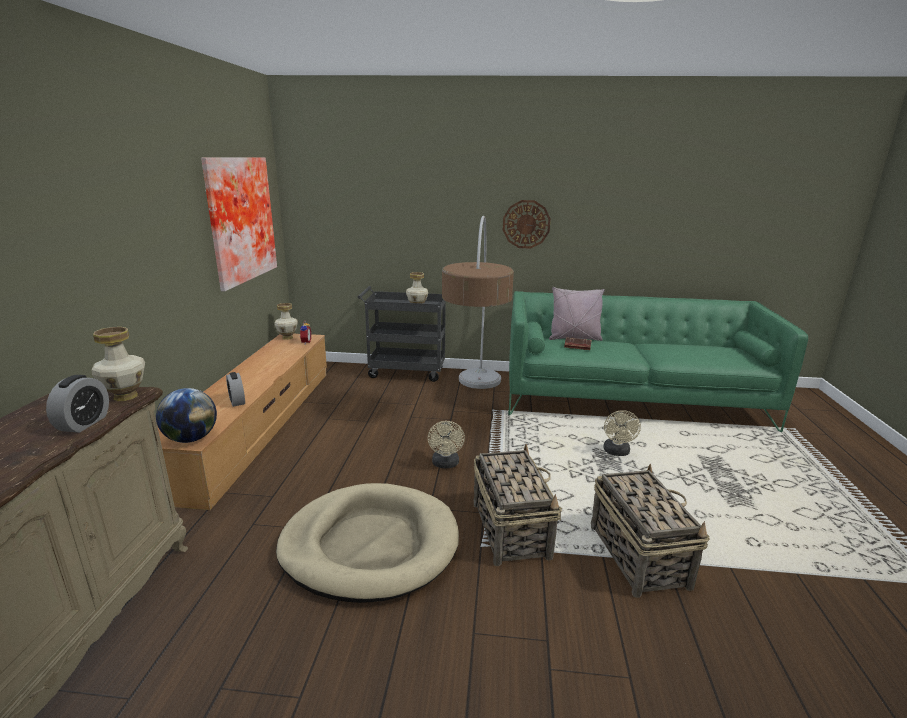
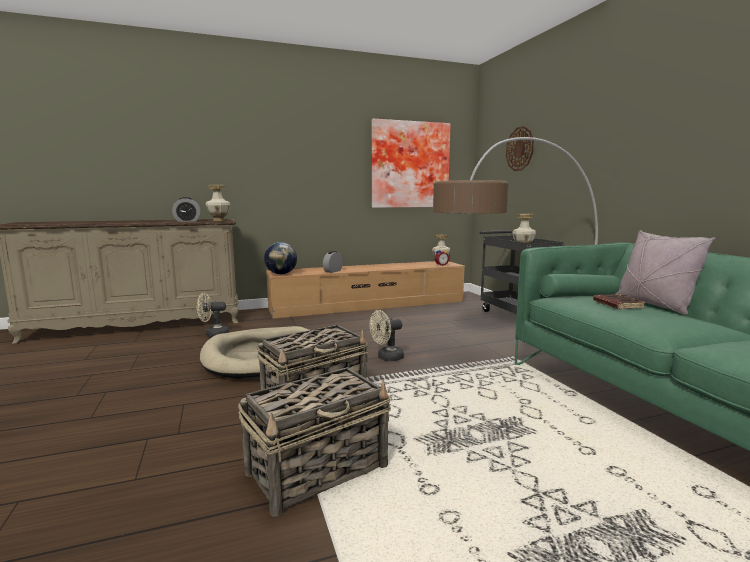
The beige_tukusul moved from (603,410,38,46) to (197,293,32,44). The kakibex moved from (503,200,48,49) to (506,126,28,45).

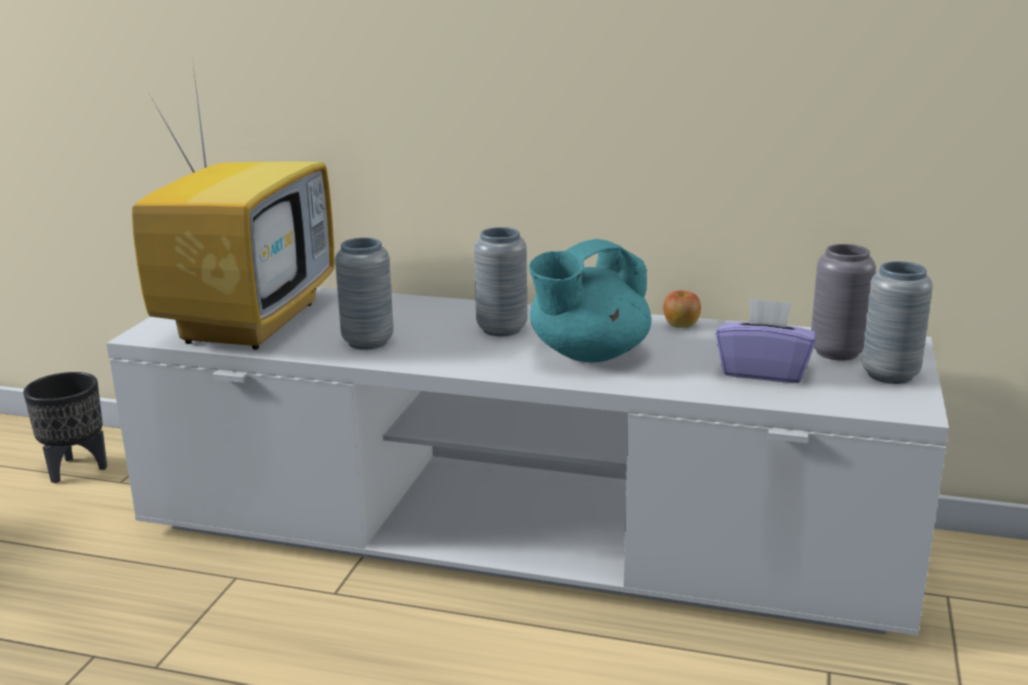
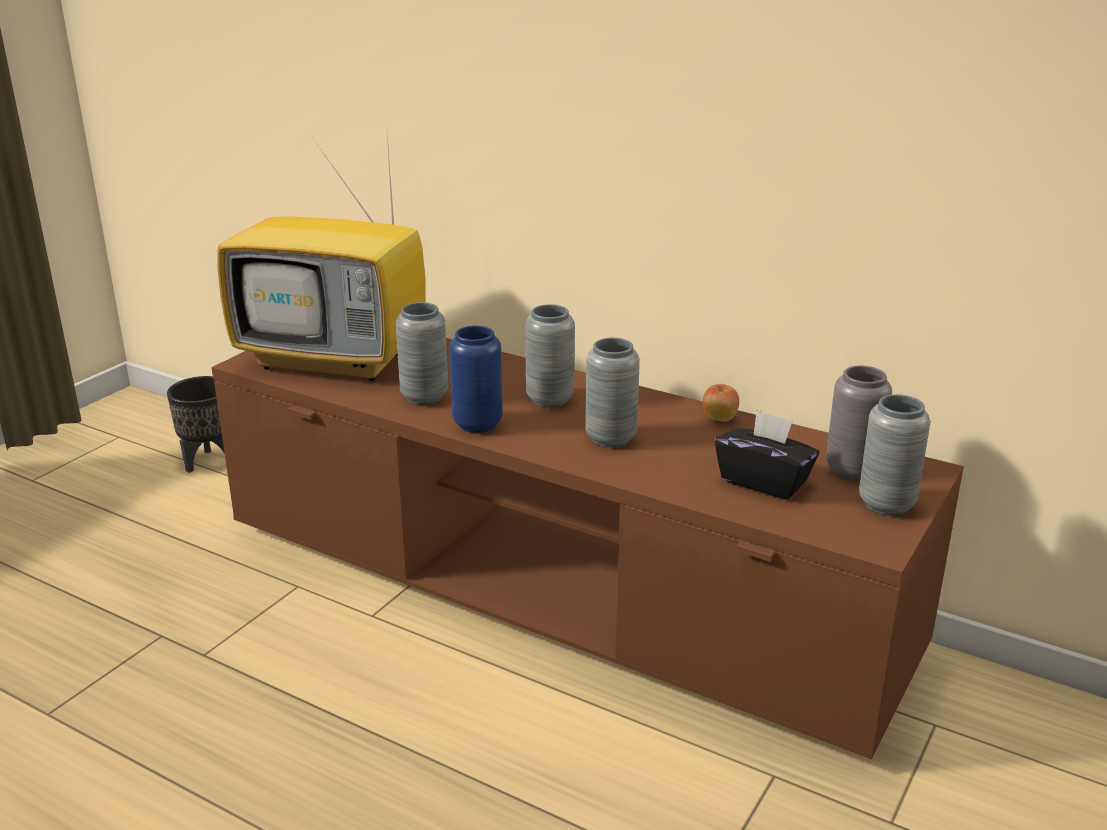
The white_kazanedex at (106,287,843,349) became the brown_kazanedex at (212,338,752,421). The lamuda at (132,58,202,292) turned 75 degrees clockwise. The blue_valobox at (449,326,54,107) appeared. The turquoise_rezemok at (529,239,122,124) was replaced by the grey_valobox at (585,338,55,109). The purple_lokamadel at (716,298,100,85) became the black_lokamadel at (715,410,104,90).

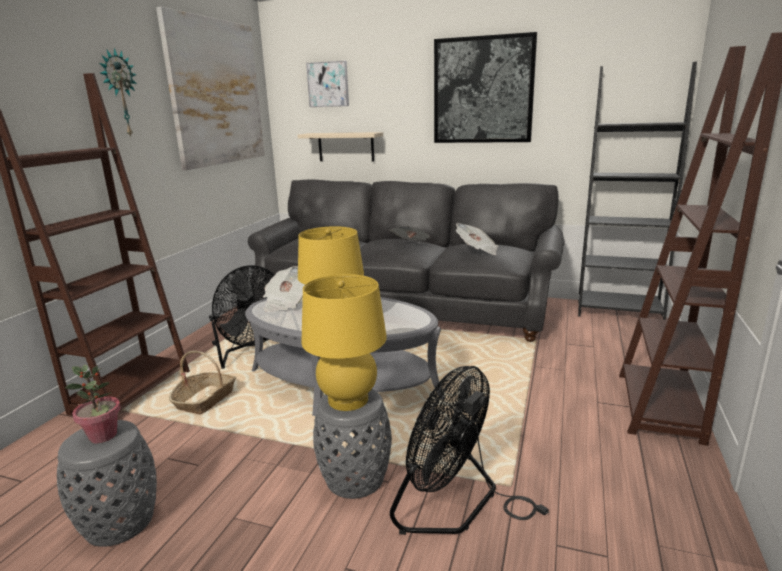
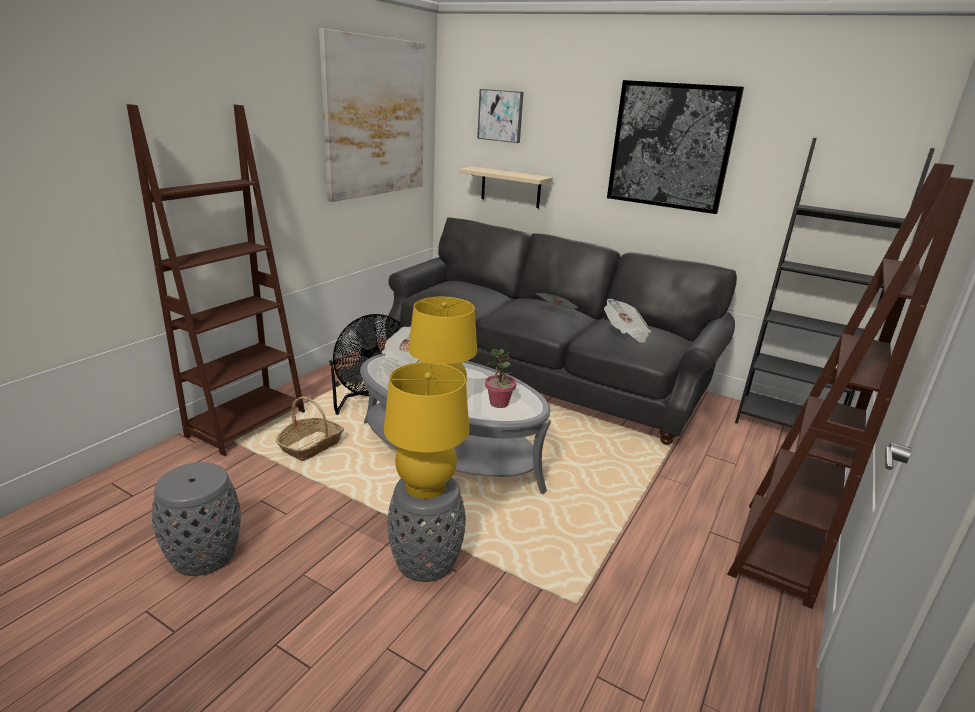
The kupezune moved from (65,364,56,79) to (485,349,31,59). The kakibex at (99,48,38,90) disappeared. The black_tukusul at (390,366,160,169) disappeared.

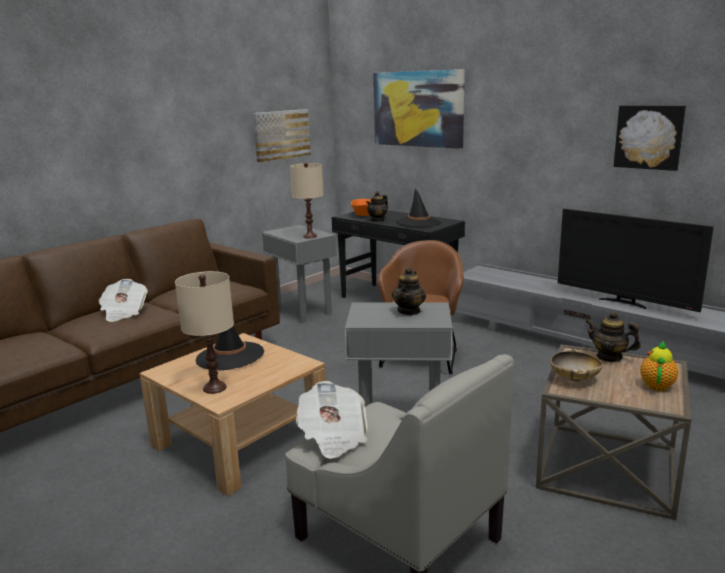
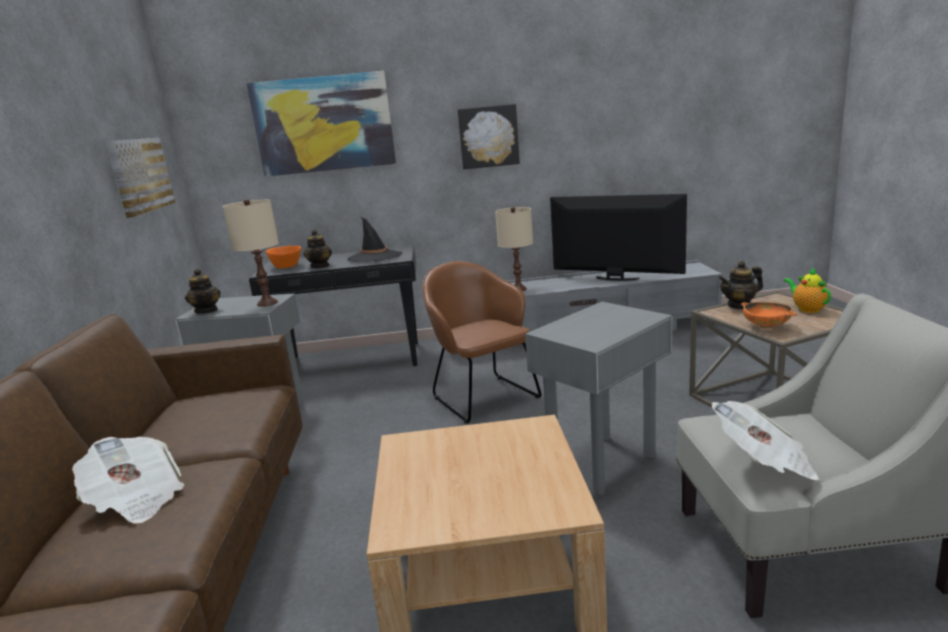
The rezemok moved from (392,267,34,48) to (185,269,36,45). The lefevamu moved from (614,105,72,66) to (458,104,62,65). The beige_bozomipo moved from (175,271,59,123) to (495,207,38,84). The lamuda at (558,209,156,103) turned 150 degrees counterclockwise. The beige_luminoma at (550,349,53,32) became the orange_luminoma at (741,302,56,26). The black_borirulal at (196,326,68,44) disappeared.

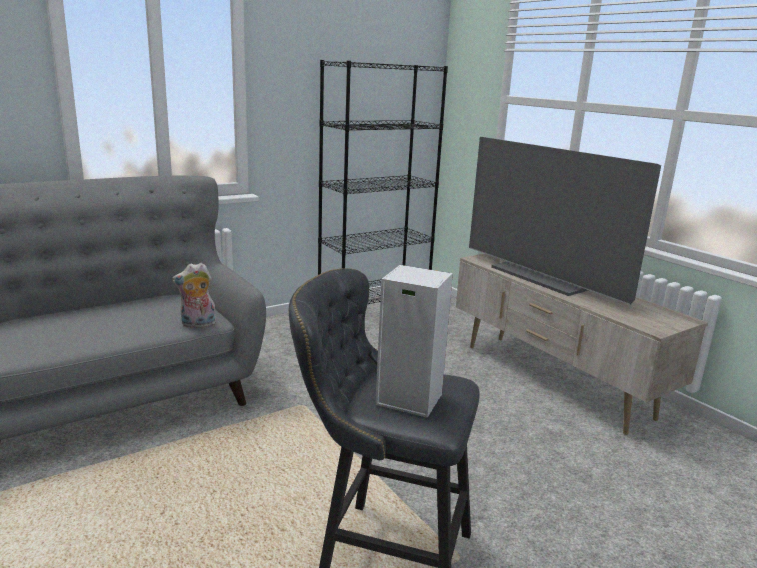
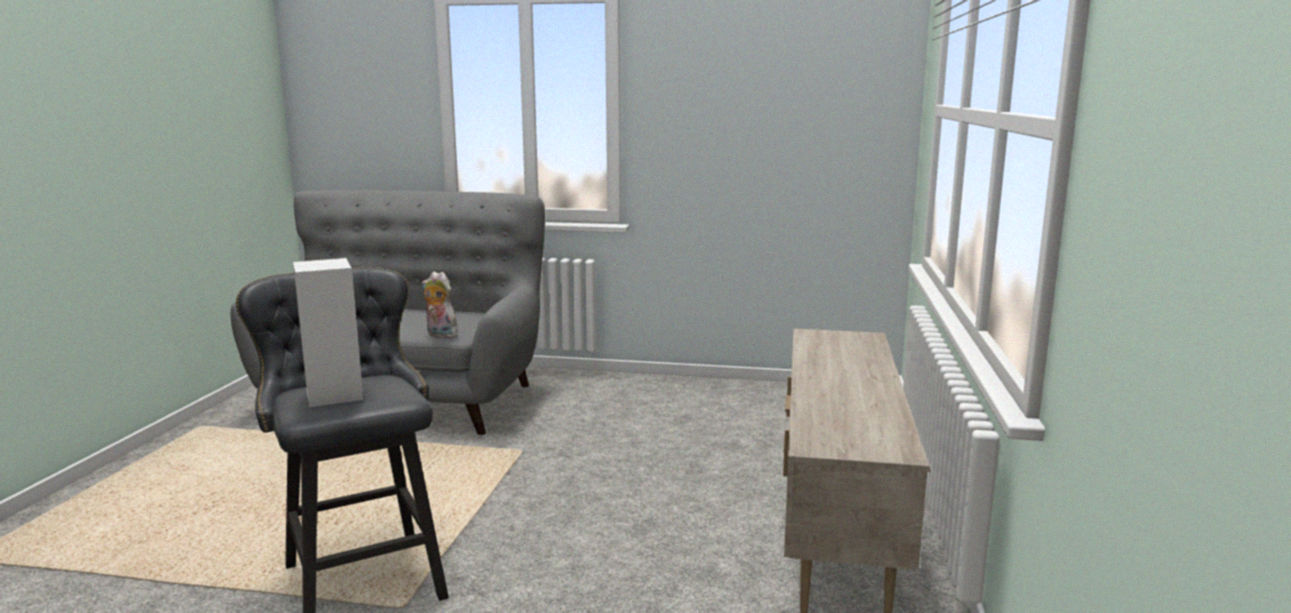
The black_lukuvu at (318,60,130,244) disappeared. The lamuda at (469,137,192,168) disappeared.

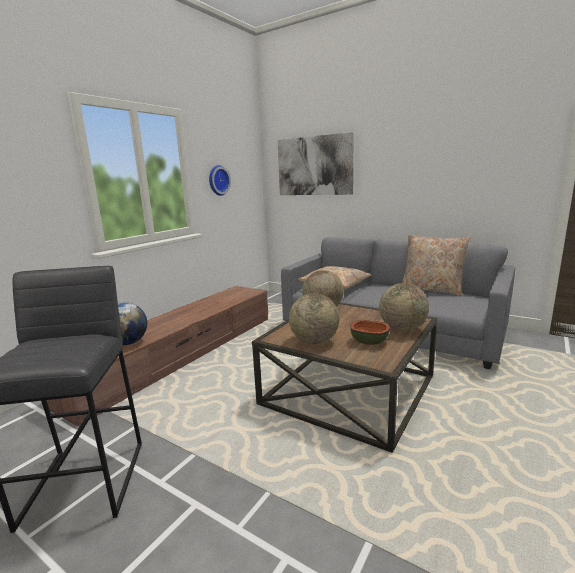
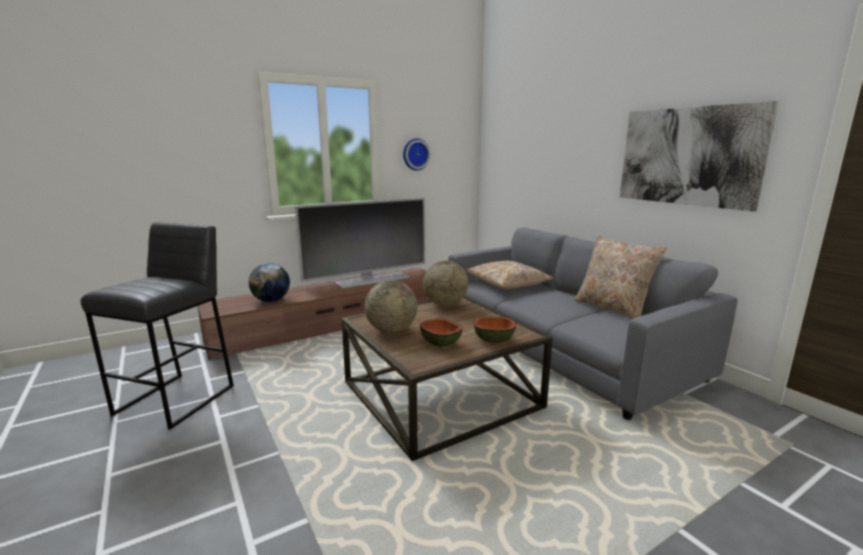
The lamuda at (295,198,130,91) appeared. The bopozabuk at (379,283,50,48) was replaced by the luminoma at (474,317,42,26). The lefevamu moved from (277,132,77,63) to (620,101,159,111).

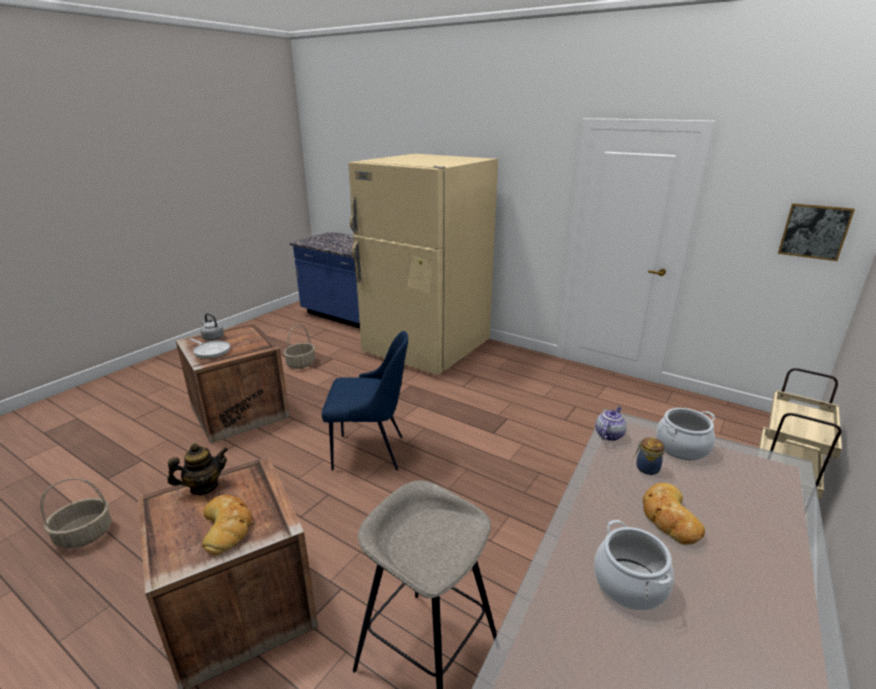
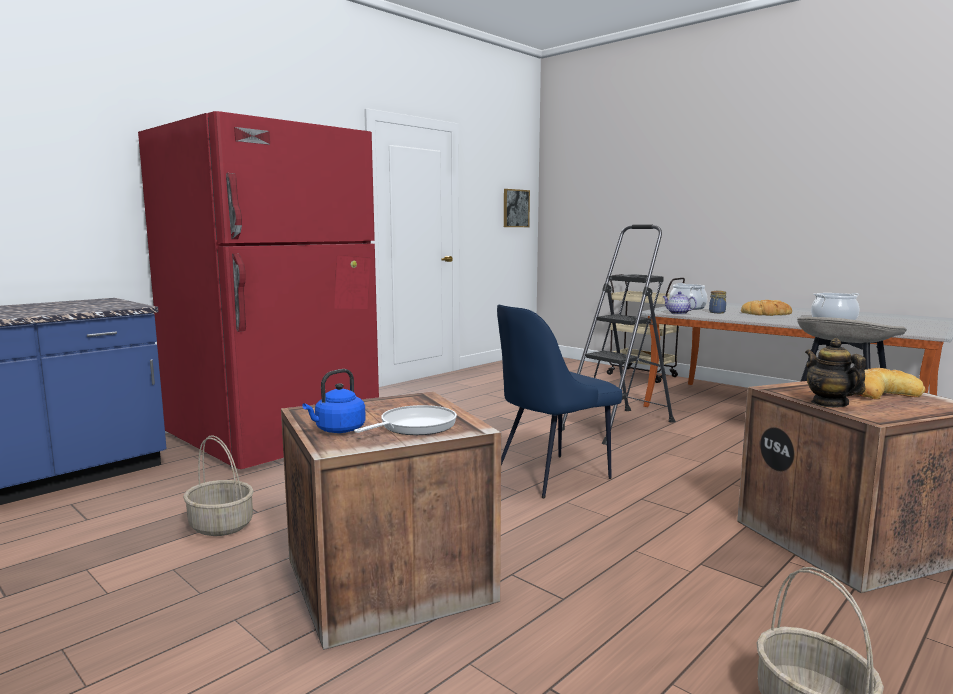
The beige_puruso at (348,154,150,221) became the red_puruso at (138,111,241,358). The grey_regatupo at (200,313,24,28) became the blue_regatupo at (302,369,64,64). The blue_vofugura at (322,331,86,140) turned 135 degrees counterclockwise. The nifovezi at (557,224,119,221) appeared.

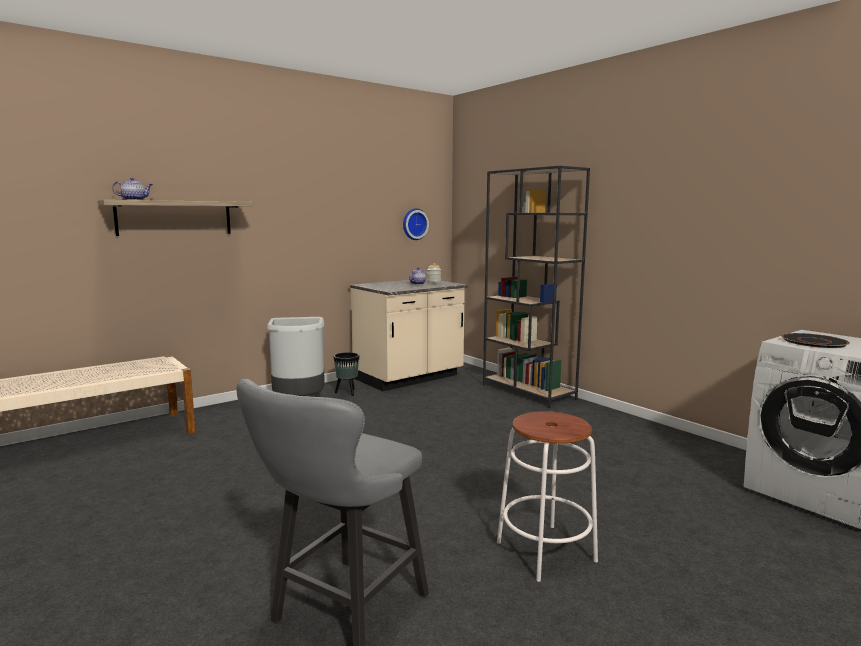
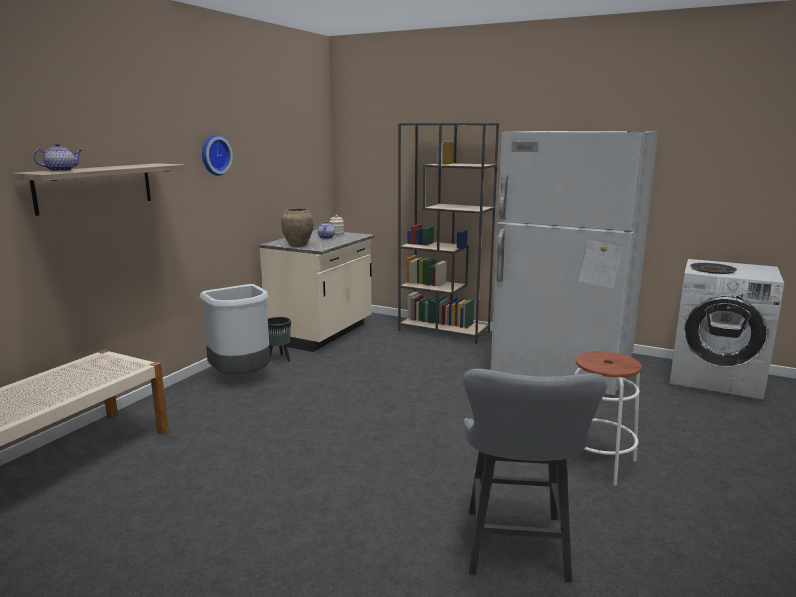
The kakibex moved from (403,209,26,31) to (202,134,31,42). The brown_valobox at (281,208,33,39) appeared. The white_puruso at (490,131,168,264) appeared.

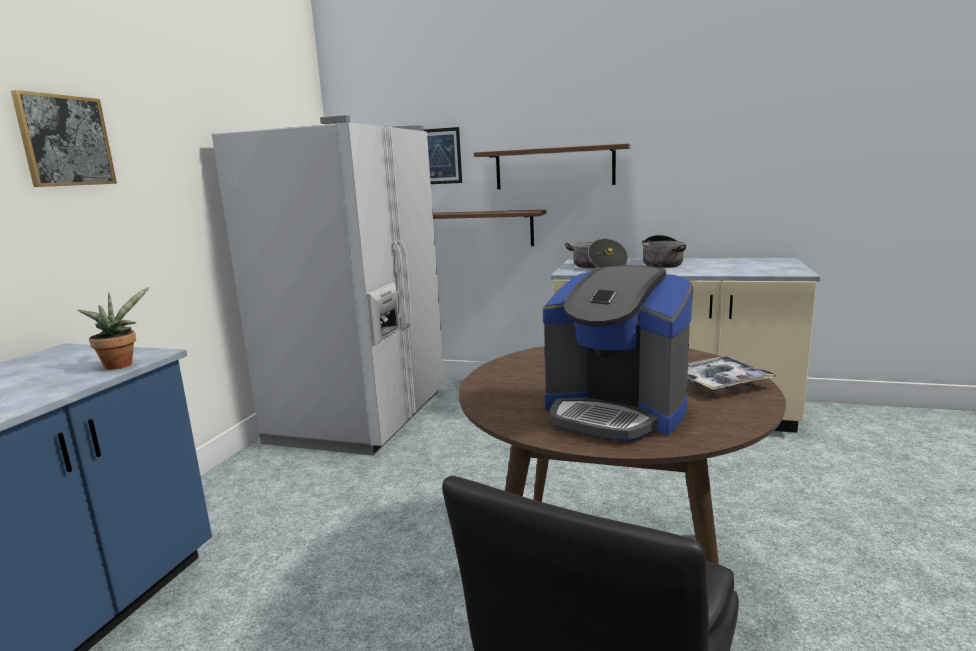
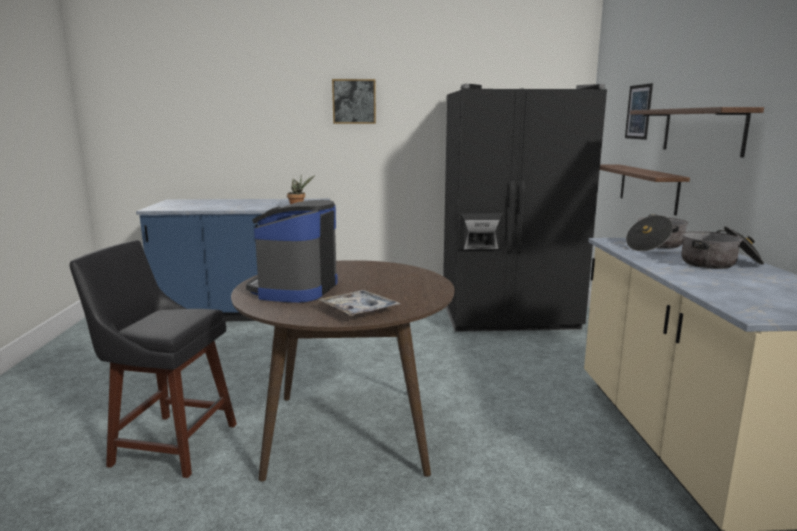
The white_puruso at (212,115,233,341) became the black_puruso at (443,84,164,248).

